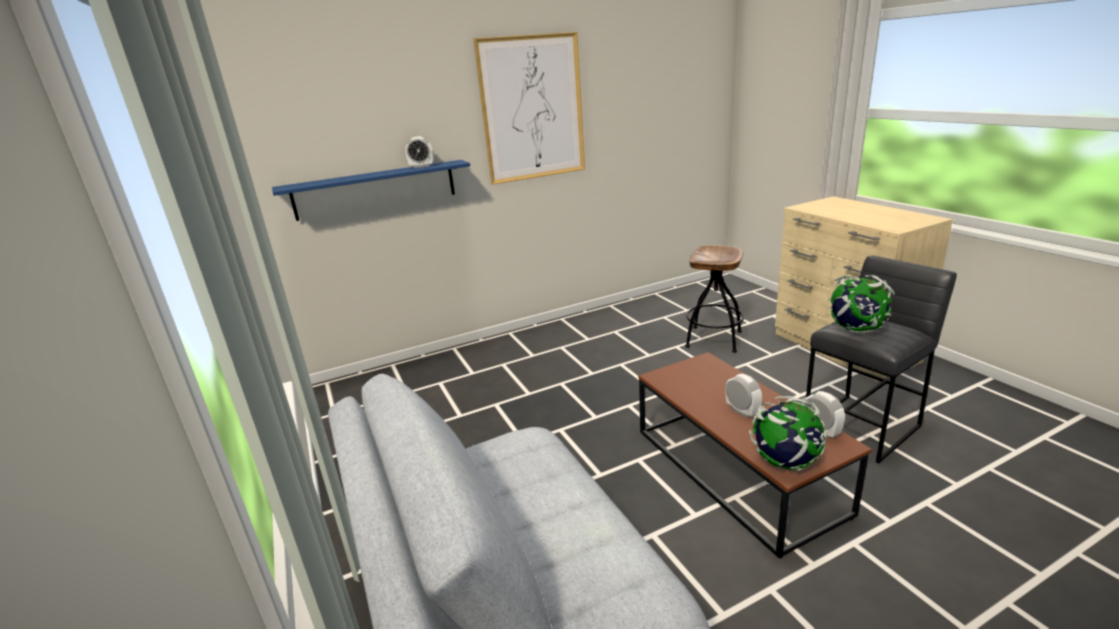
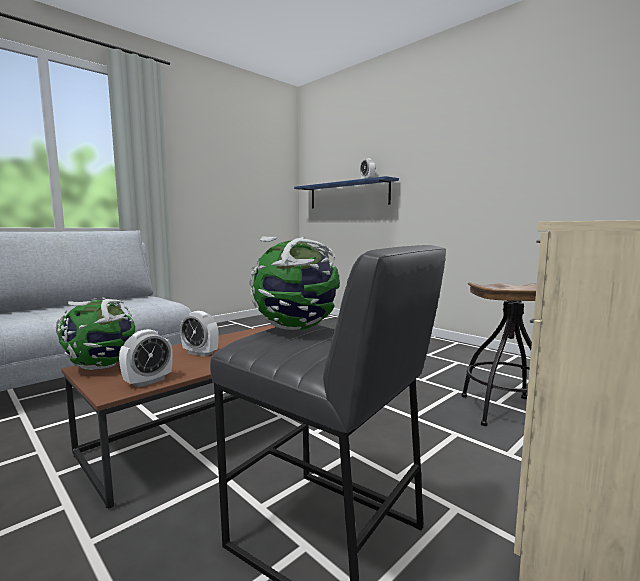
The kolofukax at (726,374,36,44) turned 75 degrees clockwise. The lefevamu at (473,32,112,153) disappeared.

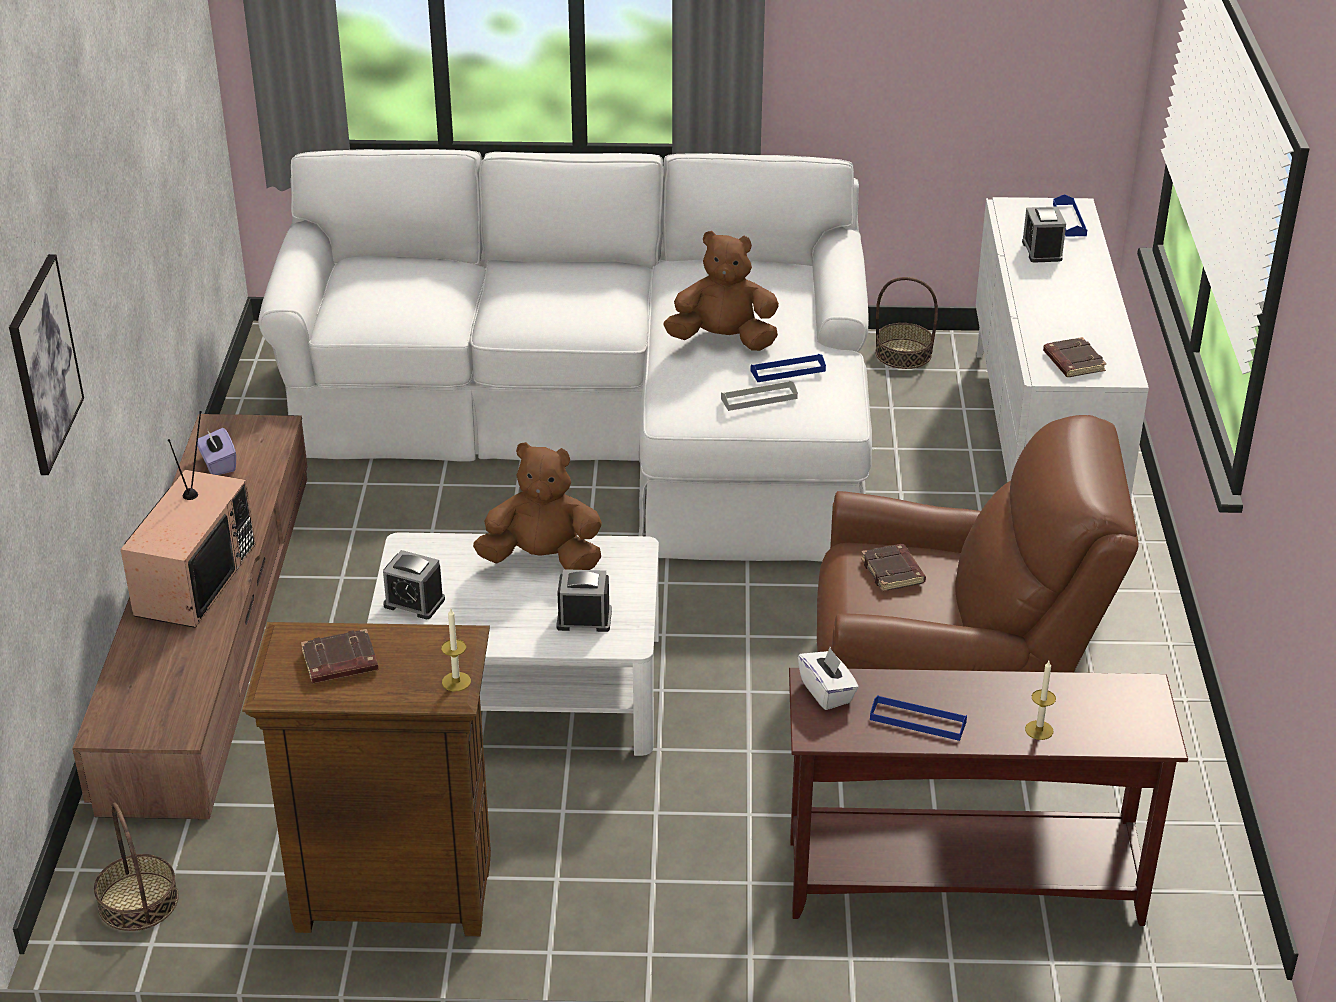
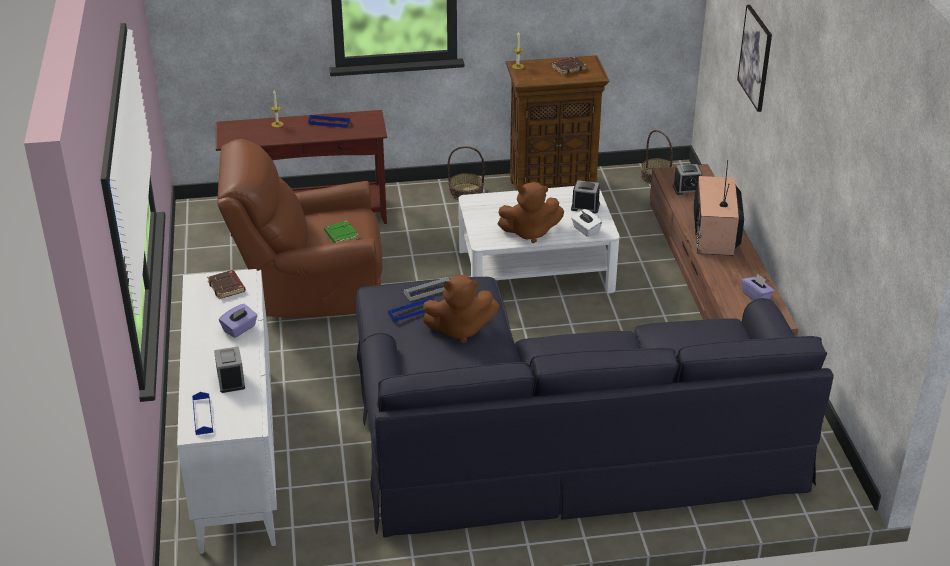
The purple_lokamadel at (219,304,38,34) appeared. The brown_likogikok at (861,544,65,48) became the green_likogikok at (324,220,35,23). The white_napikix at (258,149,614,413) became the black_napikix at (356,277,478,261). The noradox moved from (875,277,63,92) to (448,146,37,54). The white_lokamadel moved from (798,647,61,63) to (571,209,31,28). The kolofukax moved from (556,569,56,63) to (673,164,29,31).

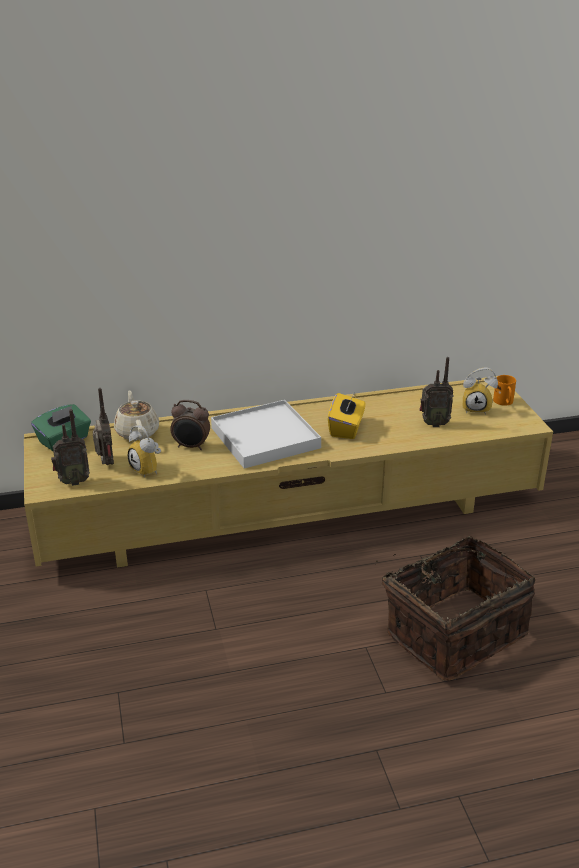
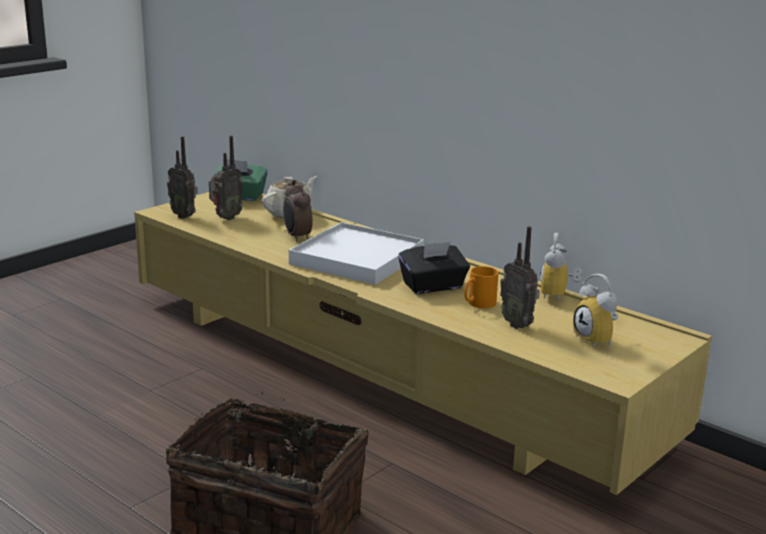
The yellow_lokamadel at (328,393,37,46) became the black_lokamadel at (398,242,72,52). The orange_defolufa moved from (493,375,23,31) to (464,266,34,42). The kolofukax moved from (128,425,33,53) to (540,233,42,69).

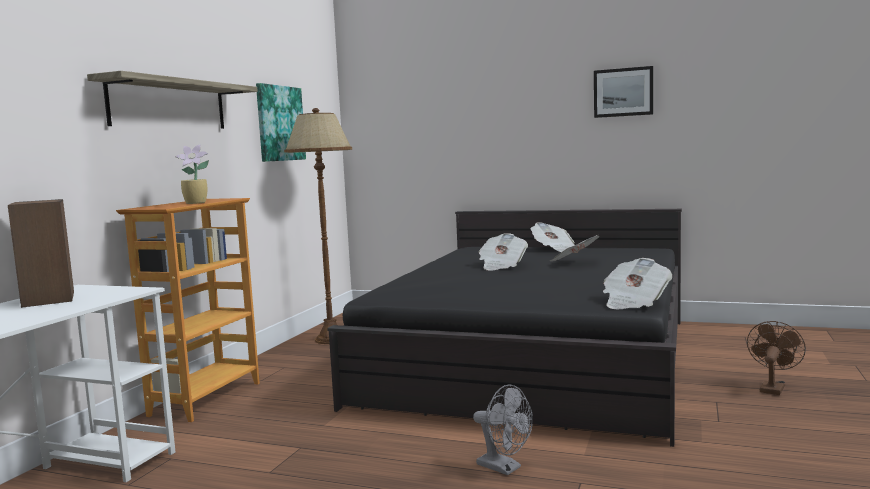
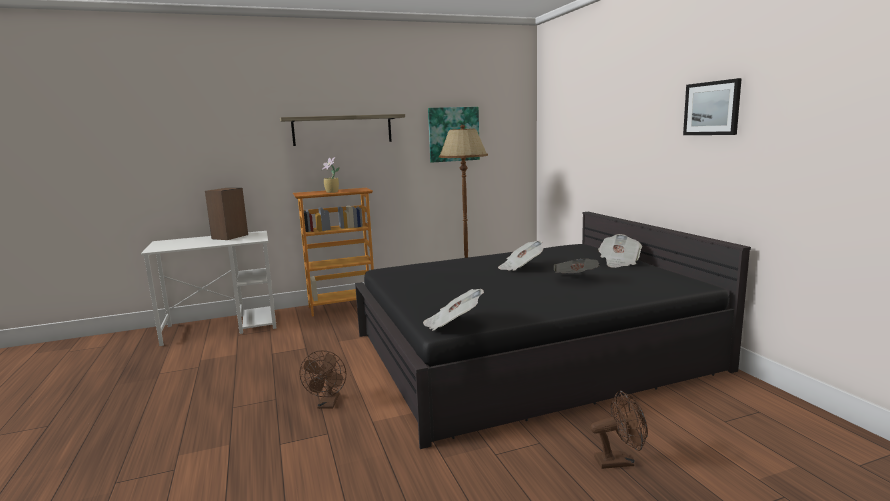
The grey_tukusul at (473,385,60,90) became the brown_tukusul at (299,350,47,59).

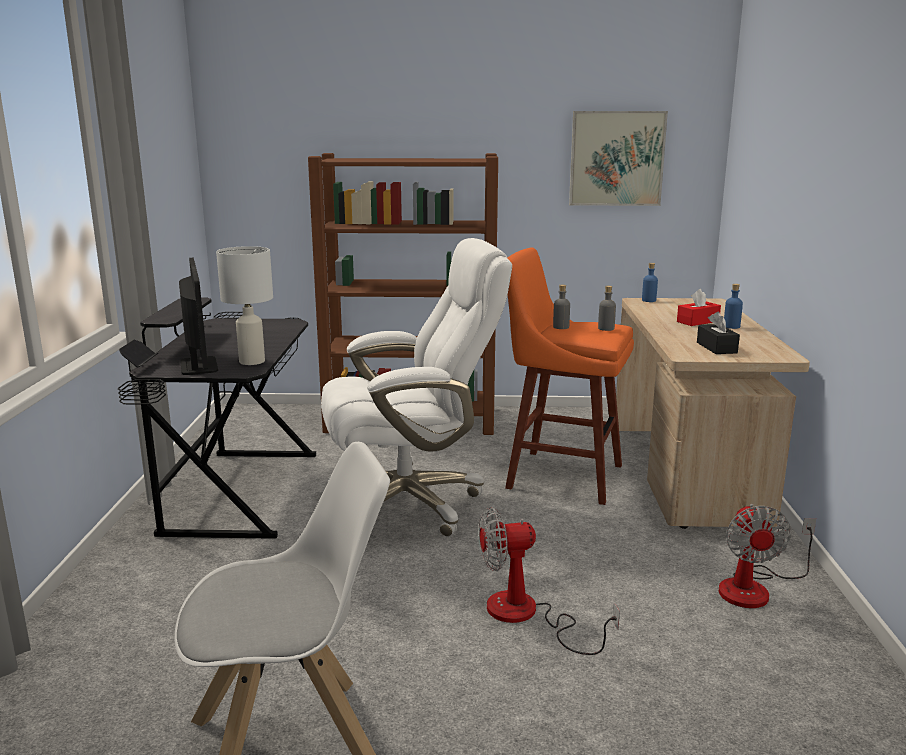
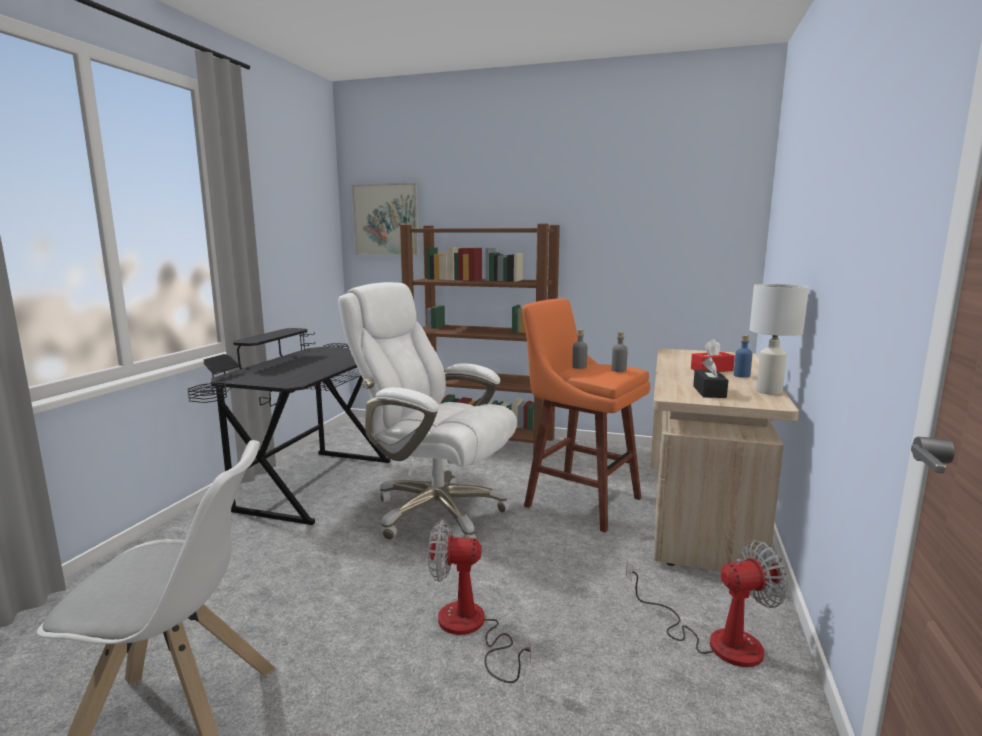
The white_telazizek at (321,238,191,299) turned 150 degrees counterclockwise. The lefevamu moved from (569,111,99,95) to (352,183,67,73). The tukusul at (718,504,98,104) turned 120 degrees counterclockwise. The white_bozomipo moved from (216,246,57,119) to (749,284,60,111). The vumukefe at (179,258,39,117) disappeared. The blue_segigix at (642,263,16,39) disappeared.

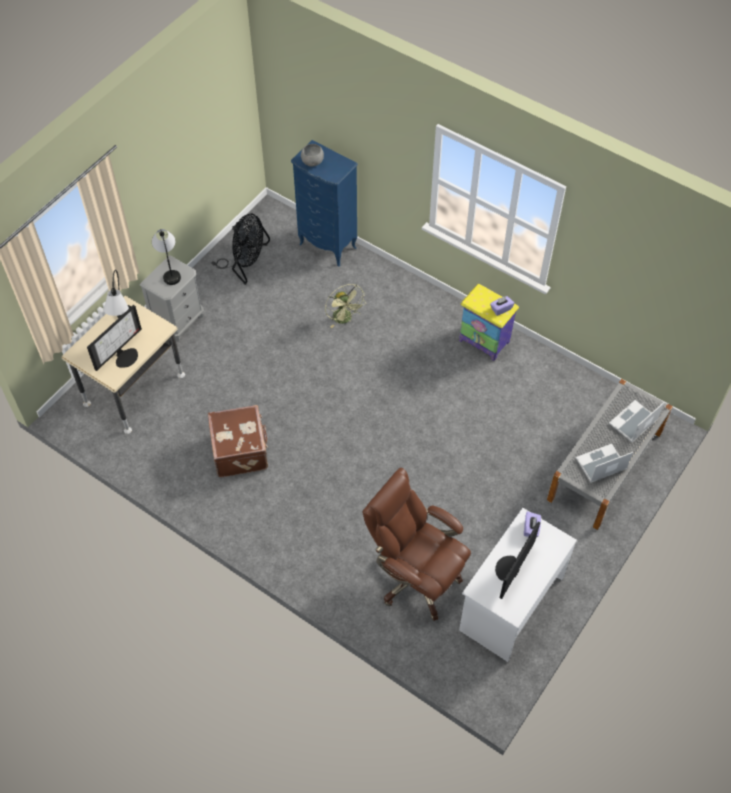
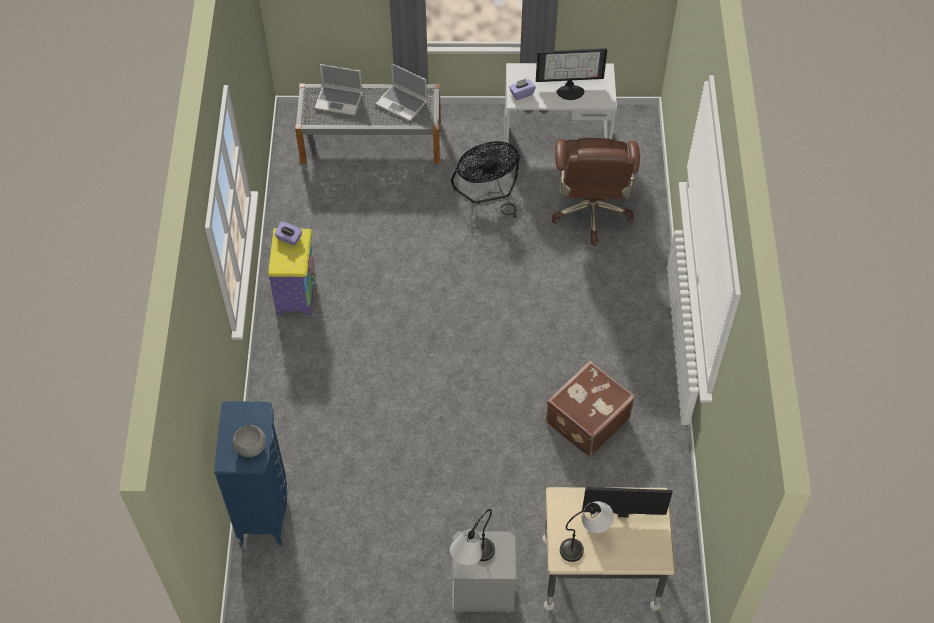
The black_tukusul moved from (211,213,59,72) to (451,141,70,77). The green_tukusul at (325,284,41,44) disappeared.

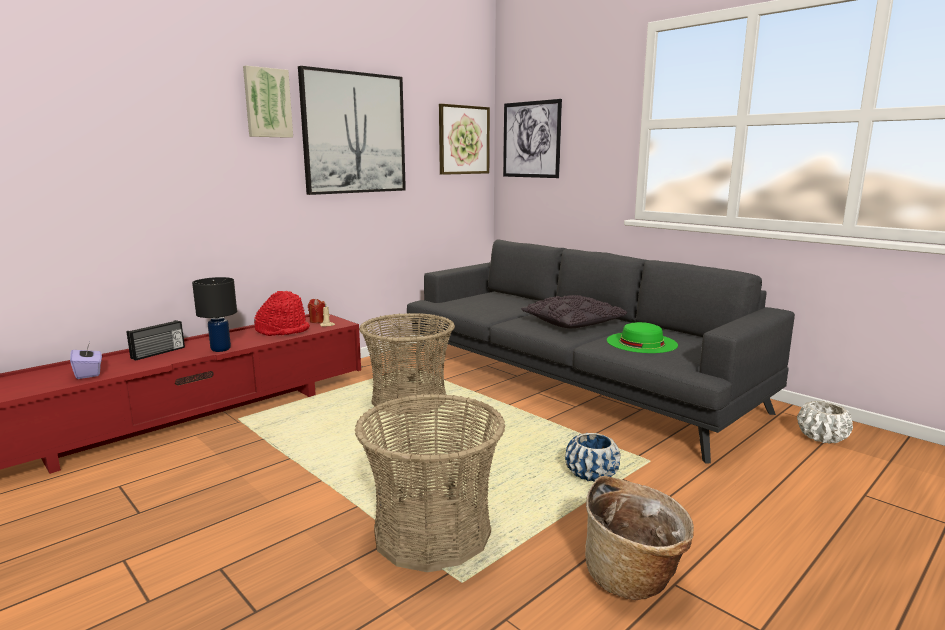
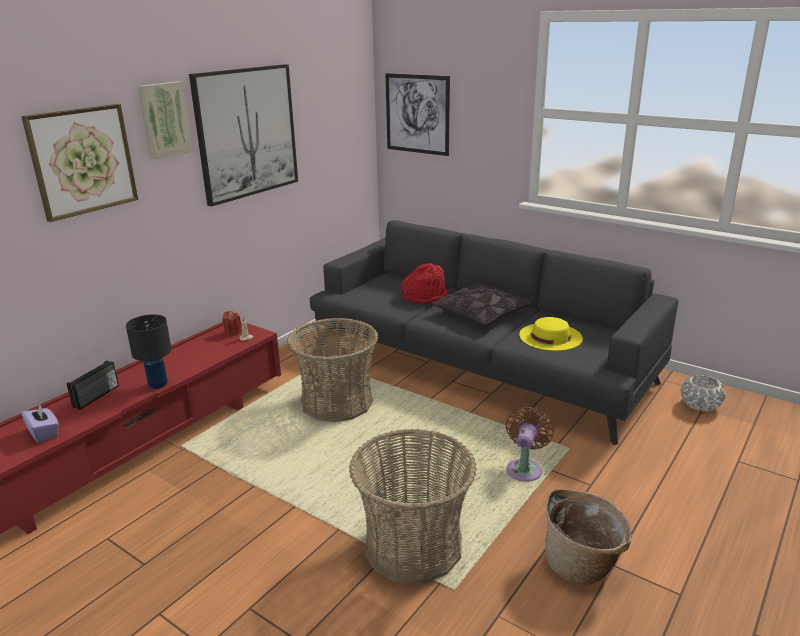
The lefevamu moved from (439,104,51,71) to (21,104,117,118). The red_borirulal moved from (254,291,56,45) to (401,263,47,40). The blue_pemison at (565,433,56,49) was replaced by the brown_tukusul at (506,407,48,75). The green_borirulal at (607,322,71,31) became the yellow_borirulal at (519,317,64,34).

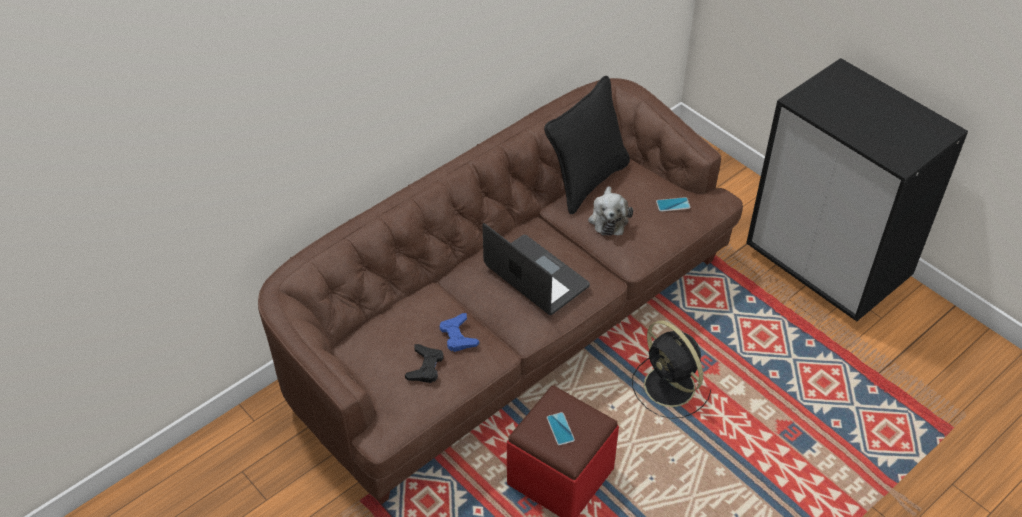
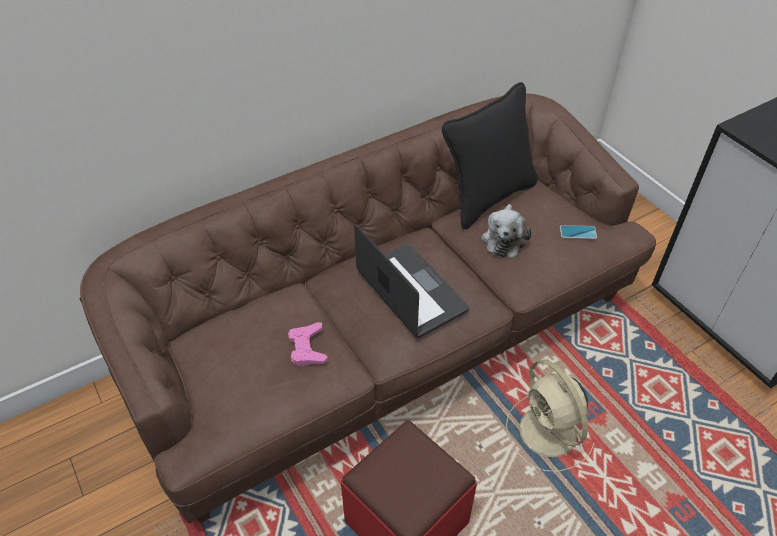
The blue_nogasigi at (440,313,39,39) became the pink_nogasigi at (288,322,40,44). The black_tukusul at (632,321,79,98) became the beige_tukusul at (506,360,88,112). The black_nogasigi at (405,344,39,39) disappeared. The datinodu at (547,412,28,33) disappeared.

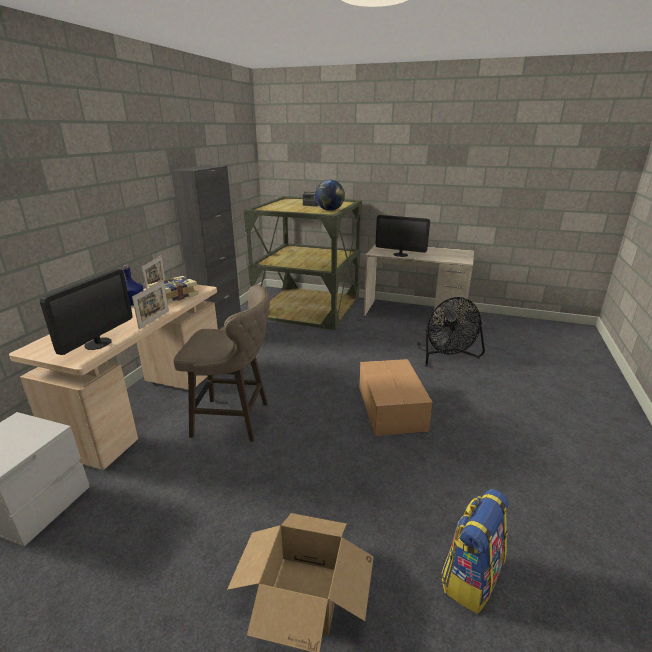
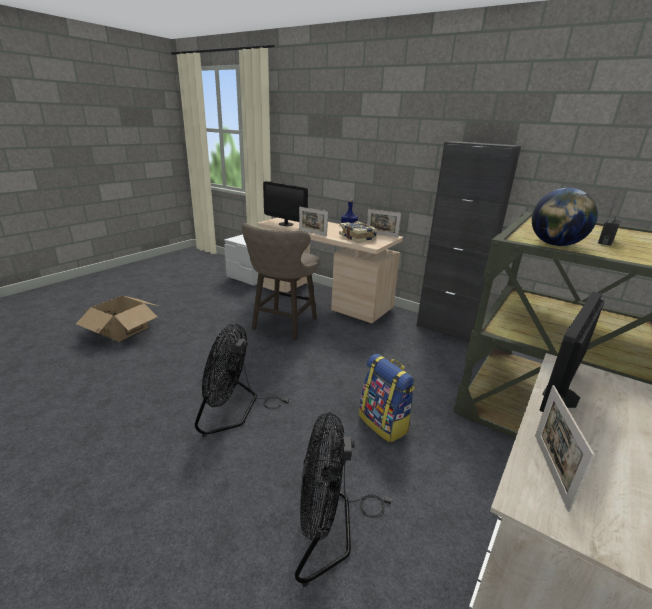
The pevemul at (359,359,74,77) was replaced by the black_tukusul at (195,324,94,113). The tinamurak moved from (441,489,67,125) to (359,354,56,89). The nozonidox at (535,385,60,127) appeared.

